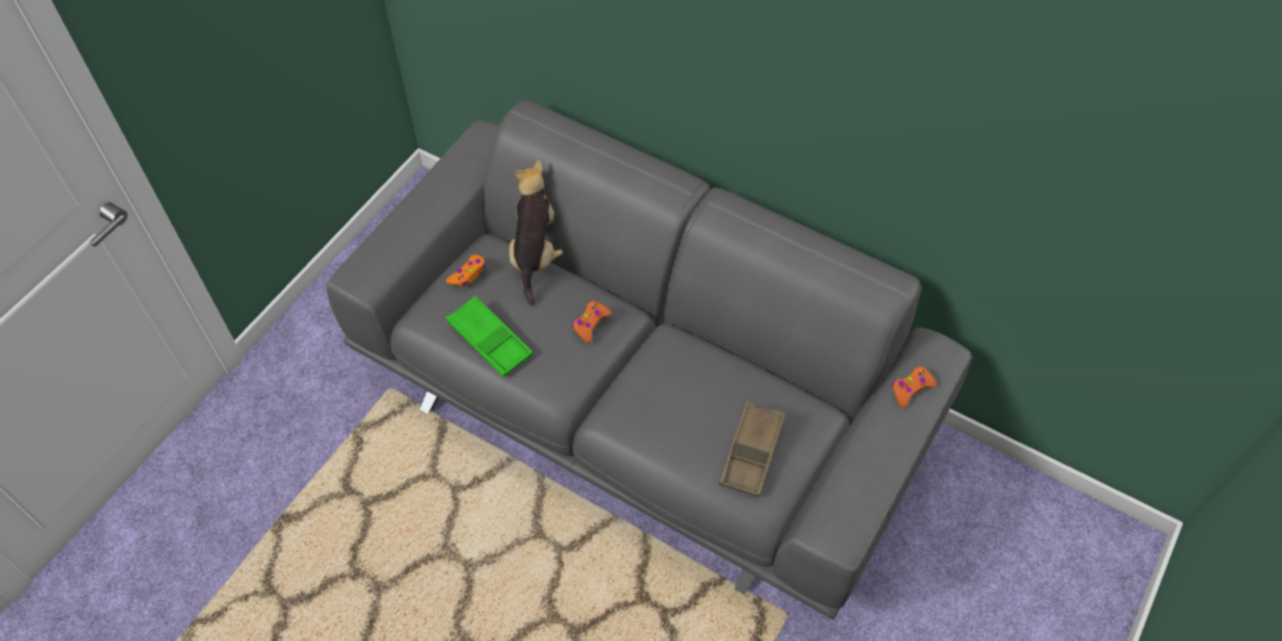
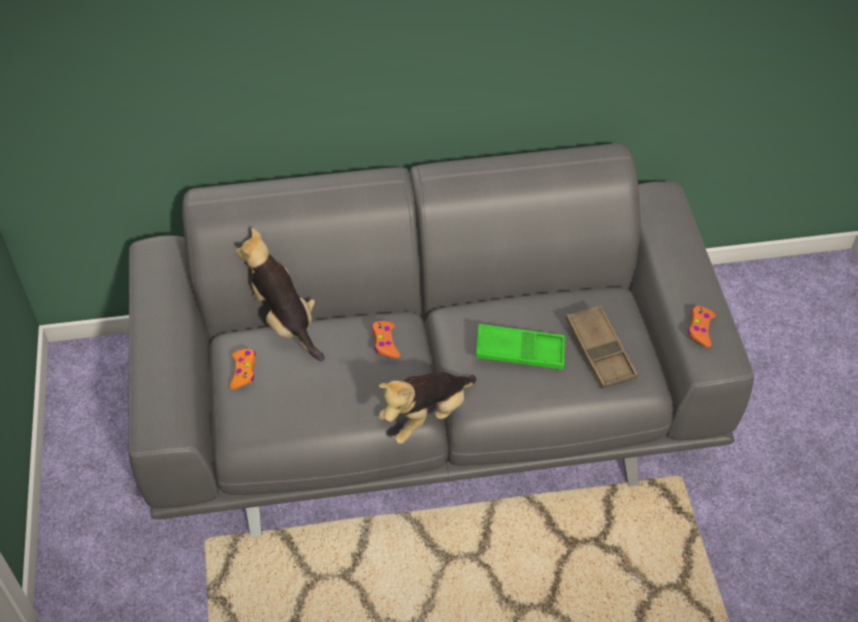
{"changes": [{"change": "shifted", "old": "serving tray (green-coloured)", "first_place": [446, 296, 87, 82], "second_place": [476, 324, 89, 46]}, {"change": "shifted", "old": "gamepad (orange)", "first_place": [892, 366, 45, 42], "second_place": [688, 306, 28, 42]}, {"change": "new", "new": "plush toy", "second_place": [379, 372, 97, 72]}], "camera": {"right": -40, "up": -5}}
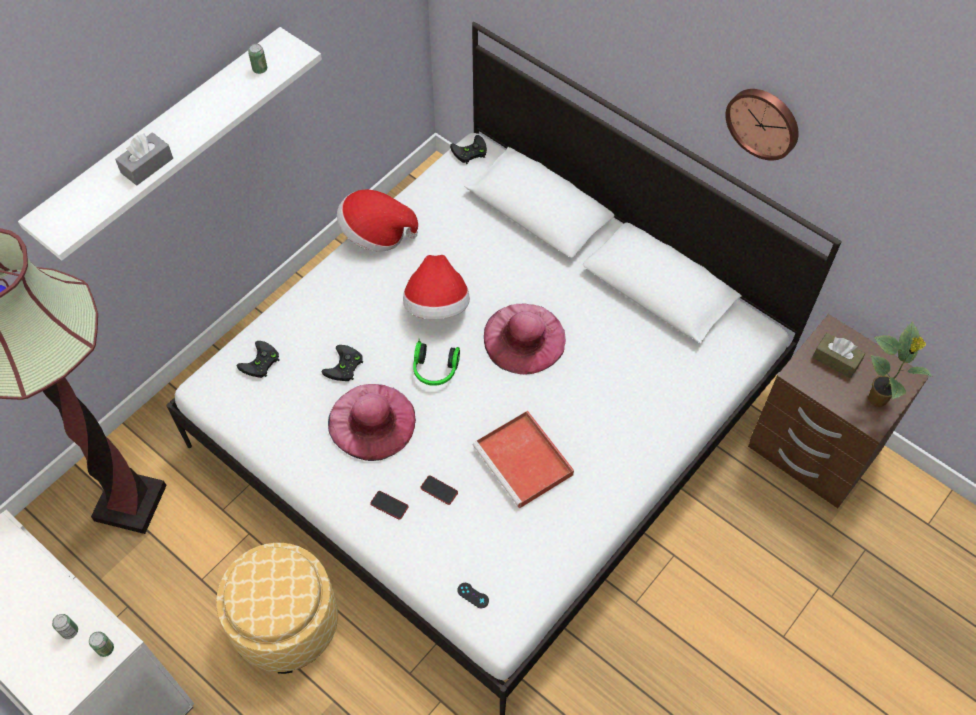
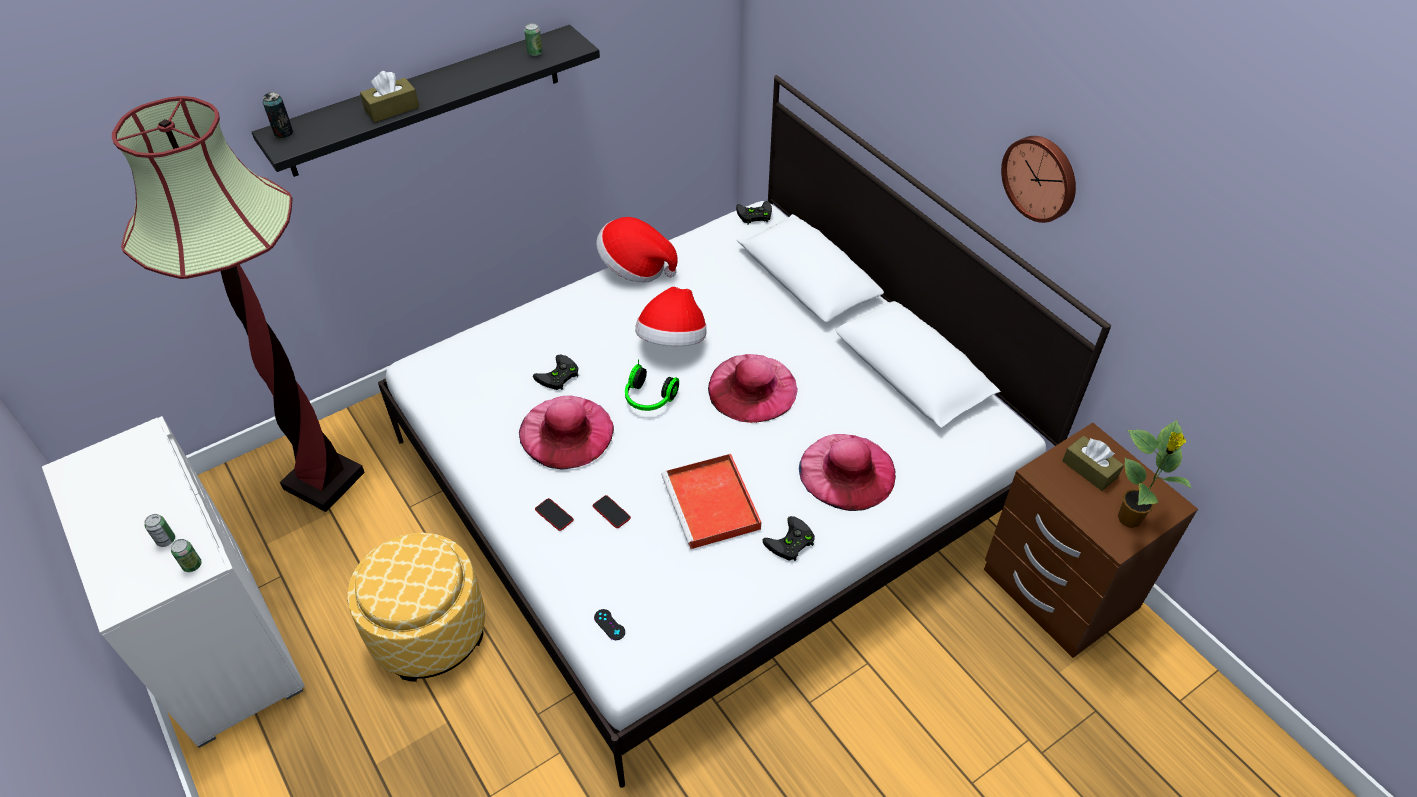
{"changes": [{"change": "repainted", "old": "bracket shelf (white-coloured)", "new": "bracket shelf (blackish)", "first_place": [18, 27, 304, 234], "second_place": [252, 25, 348, 152]}, {"change": "repainted", "old": "tissue holder (grey)", "new": "tissue holder (brown)", "first_place": [115, 133, 58, 53], "second_place": [360, 71, 59, 51]}, {"change": "shifted", "old": "gamepad (blackish)", "first_place": [237, 341, 43, 37], "second_place": [762, 516, 53, 45]}, {"change": "new", "new": "sealed can", "second_place": [263, 92, 30, 46]}, {"change": "new", "new": "hat (pink)", "second_place": [799, 434, 97, 77]}], "camera": {"right": 15, "up": -10}}
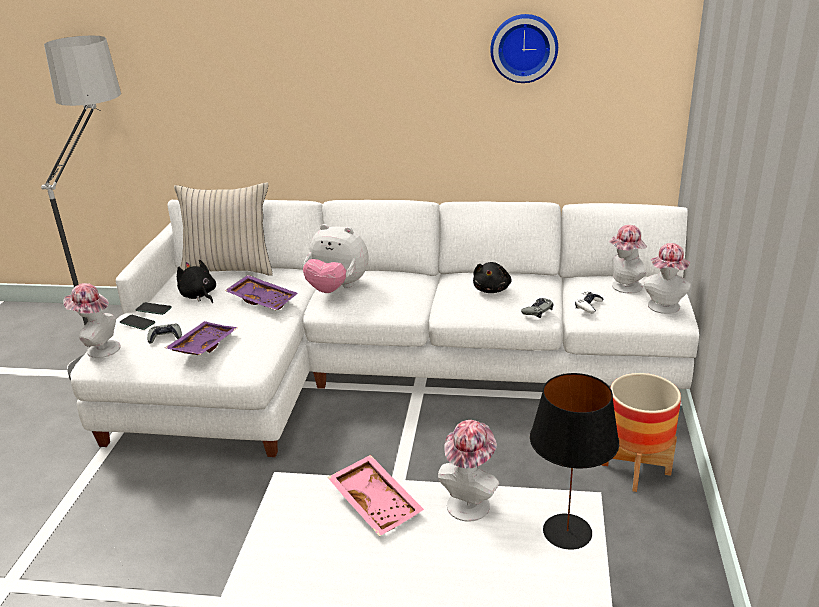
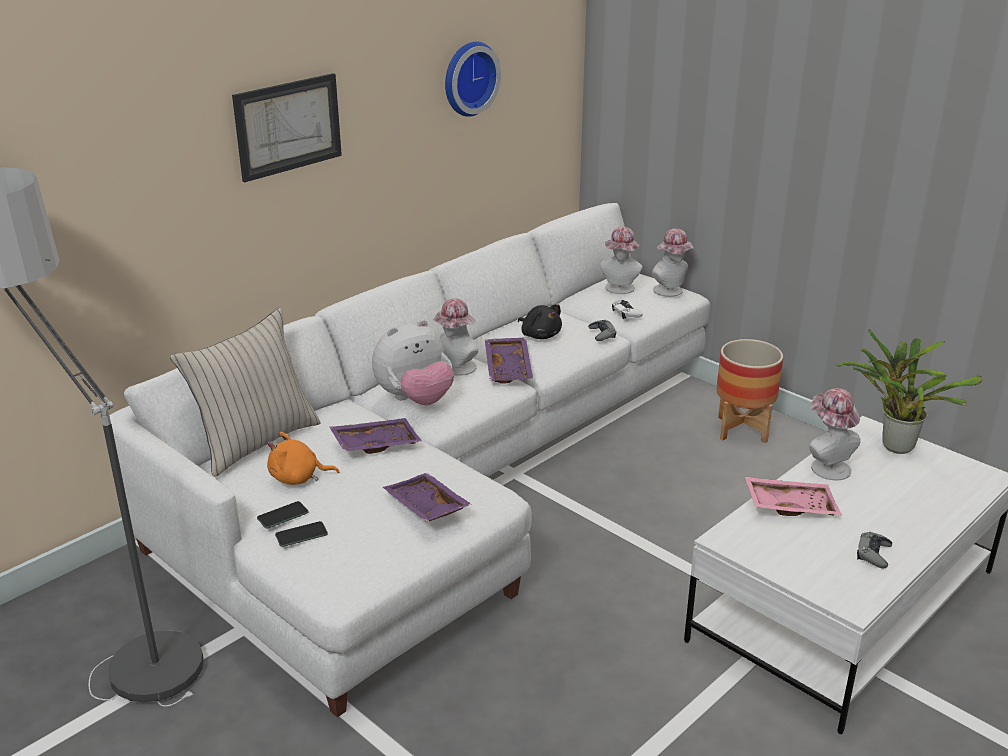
{"changes": [{"change": "shifted", "old": "hat", "first_place": [63, 283, 58, 75], "second_place": [433, 298, 45, 78]}, {"change": "shifted", "old": "gamepad (grey)", "first_place": [147, 324, 35, 20], "second_place": [857, 532, 35, 37]}, {"change": "repainted", "old": "plush toy (blackish)", "new": "plush toy (orange)", "first_place": [177, 260, 39, 43], "second_place": [267, 432, 72, 53]}, {"change": "swapped", "old": "tabletop lamp (blackish)", "new": "houseplant", "first_place": [530, 373, 89, 176], "second_place": [835, 329, 148, 125]}, {"change": "new", "new": "picture", "second_place": [232, 73, 110, 109]}, {"change": "new", "new": "serving tray (purple-coloured)", "second_place": [485, 337, 48, 47]}], "camera": {"right": -55, "up": 0}}
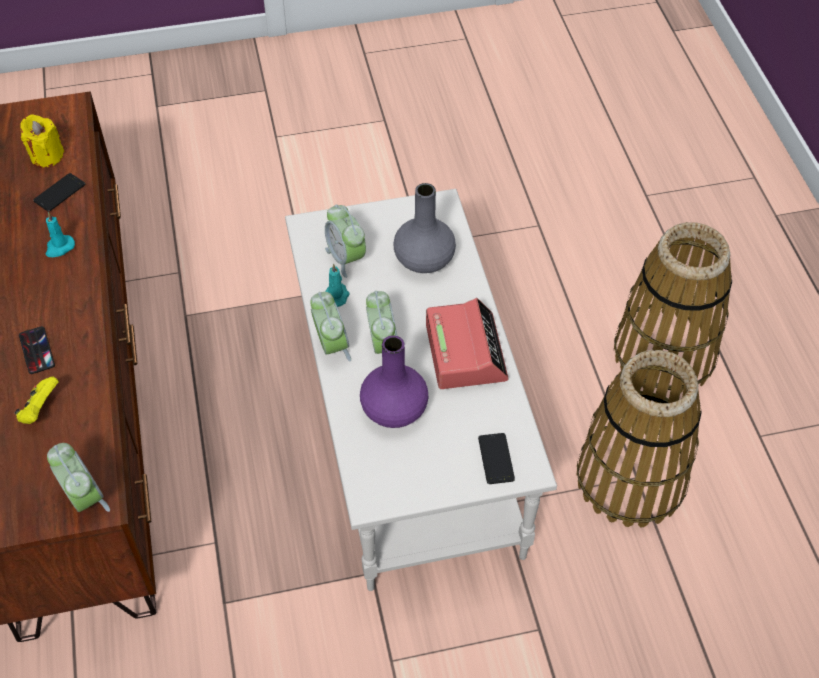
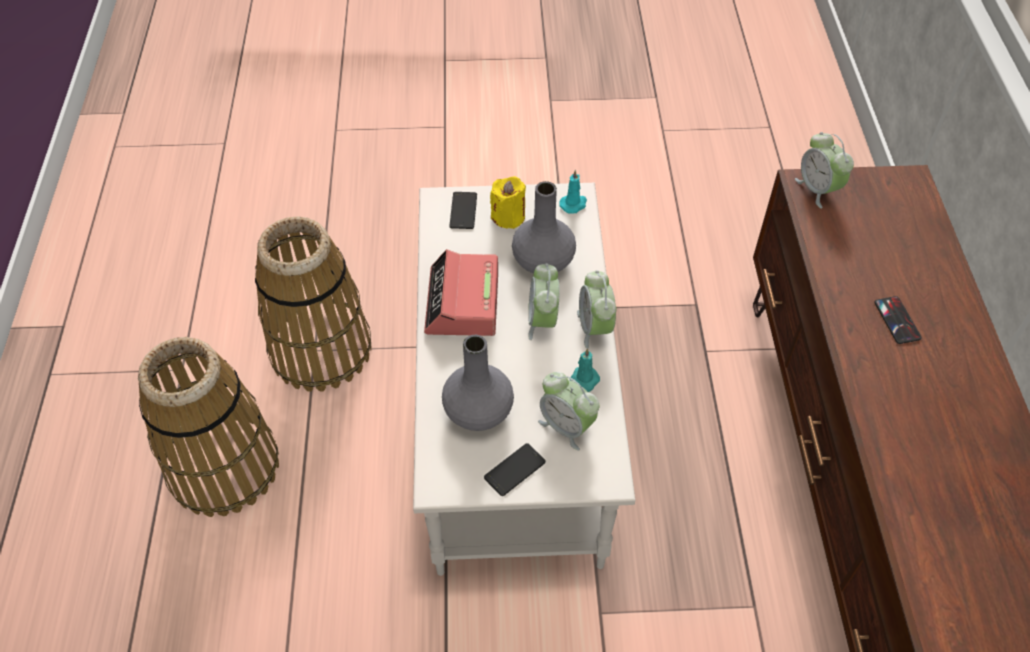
{"changes": [{"change": "gone", "old": "gamepad (yellowish)", "first_place": [15, 376, 44, 48]}, {"change": "shifted", "old": "wax light (yellowish)", "first_place": [20, 114, 44, 54], "second_place": [490, 176, 36, 53]}, {"change": "shifted", "old": "handset", "first_place": [33, 173, 53, 39], "second_place": [484, 443, 62, 53]}, {"change": "shifted", "old": "wax light (turquoise-coloured)", "first_place": [46, 212, 29, 45], "second_place": [559, 170, 28, 44]}, {"change": "rotated", "old": "table clock", "first_place": [325, 204, 41, 74], "second_place": [538, 372, 61, 79], "degrees": 150}, {"change": "repainted", "old": "vase (purple-coloured)", "new": "vase (grey)", "first_place": [360, 335, 68, 93], "second_place": [512, 181, 64, 92]}], "camera": {"right": -170, "up": 0}}
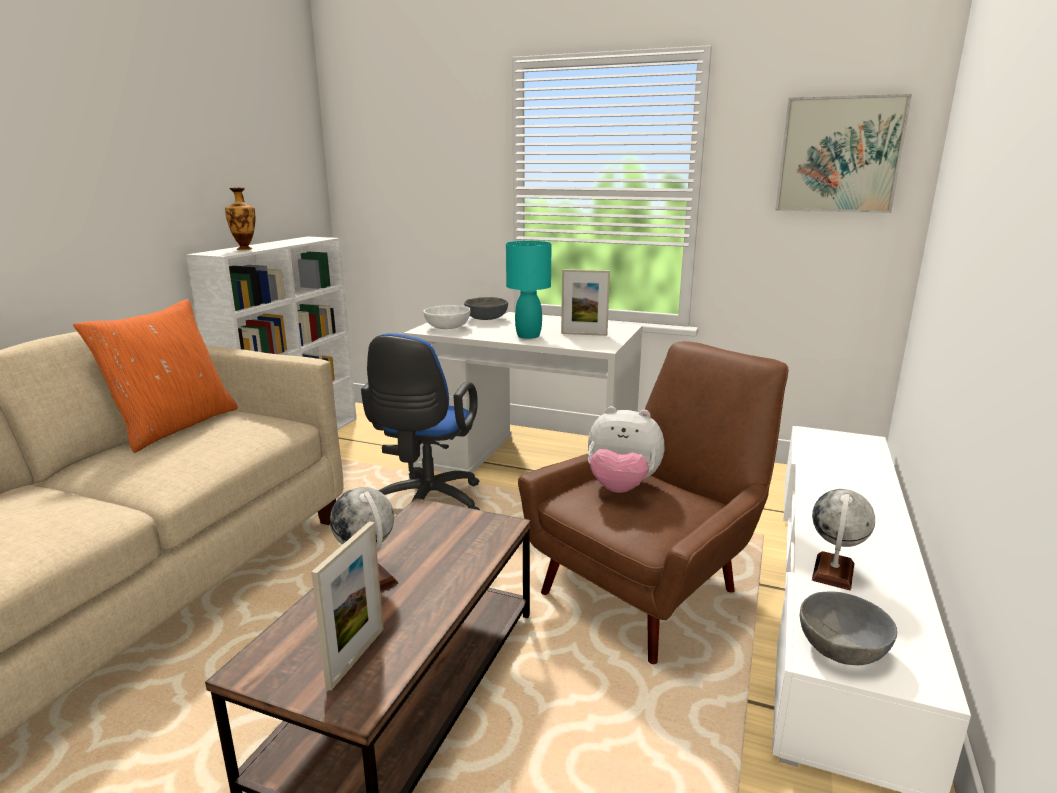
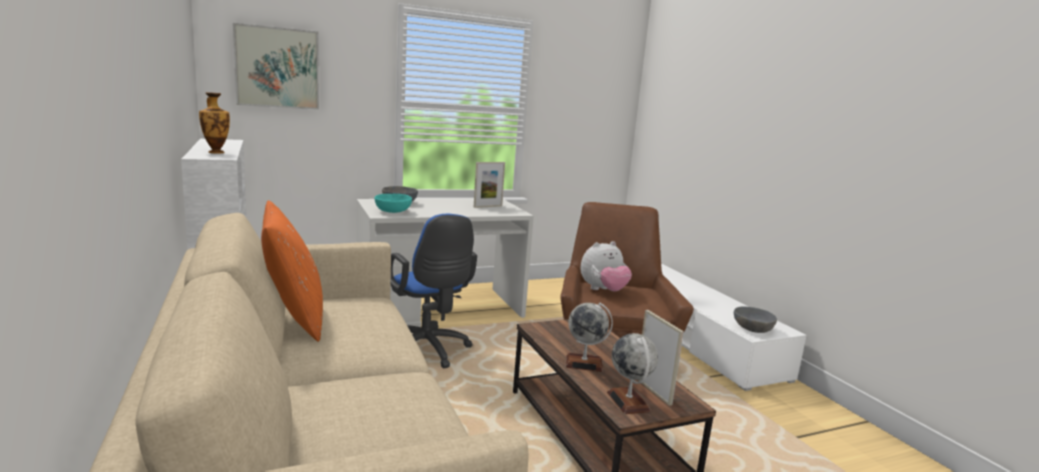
{"changes": [{"change": "repainted", "old": "bowl (white-coloured)", "new": "bowl (turquoise-coloured)", "first_place": [423, 305, 47, 24], "second_place": [374, 194, 38, 19]}, {"change": "gone", "old": "tabletop lamp (turquoise-coloured)", "first_place": [506, 241, 46, 98]}, {"change": "shifted", "old": "picture", "first_place": [776, 94, 136, 119], "second_place": [233, 23, 86, 87]}, {"change": "shifted", "old": "desk globe", "first_place": [812, 489, 63, 101], "second_place": [607, 333, 51, 81]}], "camera": {"right": -45, "up": -5}}
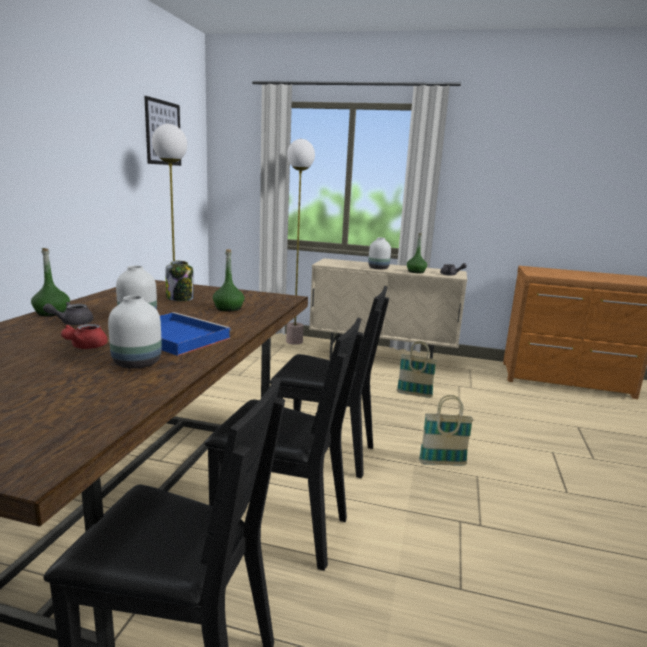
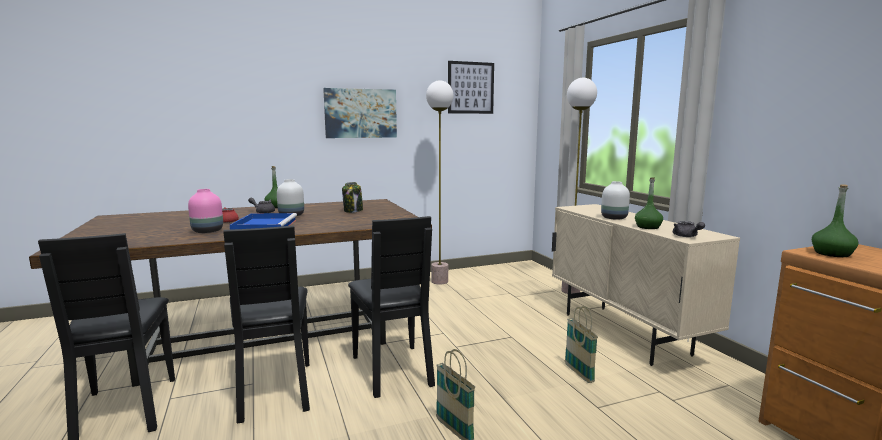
{"changes": [{"change": "repainted", "old": "vase (white-coloured)", "new": "vase (pink)", "first_place": [108, 295, 54, 74], "second_place": [188, 189, 35, 44]}, {"change": "shifted", "old": "bottle (green-coloured)", "first_place": [213, 249, 31, 63], "second_place": [812, 184, 47, 73]}, {"change": "new", "new": "picture", "second_place": [323, 88, 74, 50]}], "camera": {"right": 55, "up": -5}}
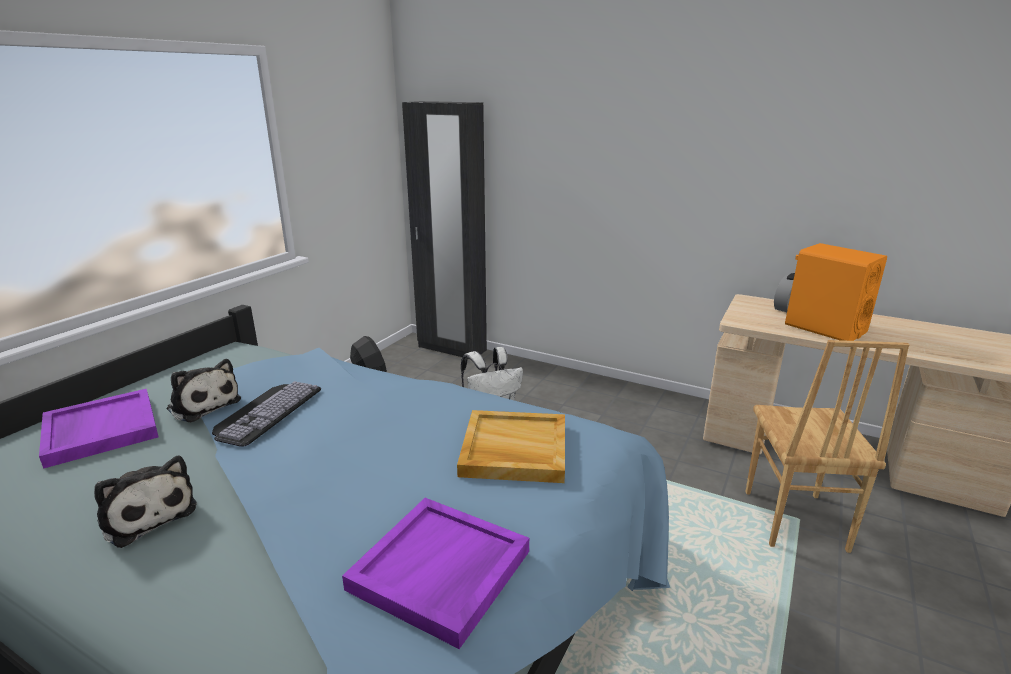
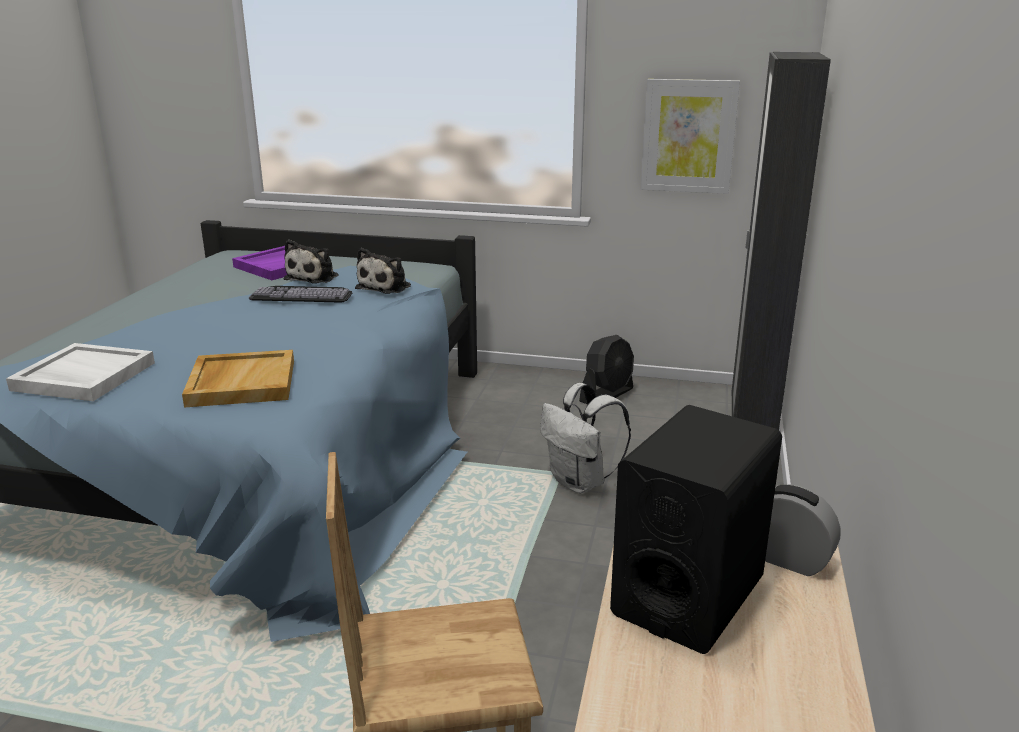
{"changes": [{"change": "shifted", "old": "plush toy", "first_place": [94, 455, 103, 93], "second_place": [355, 248, 56, 46]}, {"change": "repainted", "old": "serving tray (purple-coloured)", "new": "serving tray (white-coloured)", "first_place": [342, 498, 187, 151], "second_place": [6, 343, 149, 58]}, {"change": "repainted", "old": "loudspeaker (orange)", "new": "loudspeaker (blackish)", "first_place": [785, 243, 102, 98], "second_place": [610, 405, 172, 249]}, {"change": "new", "new": "picture", "second_place": [640, 79, 100, 115]}], "camera": {"right": 75, "up": 0}}
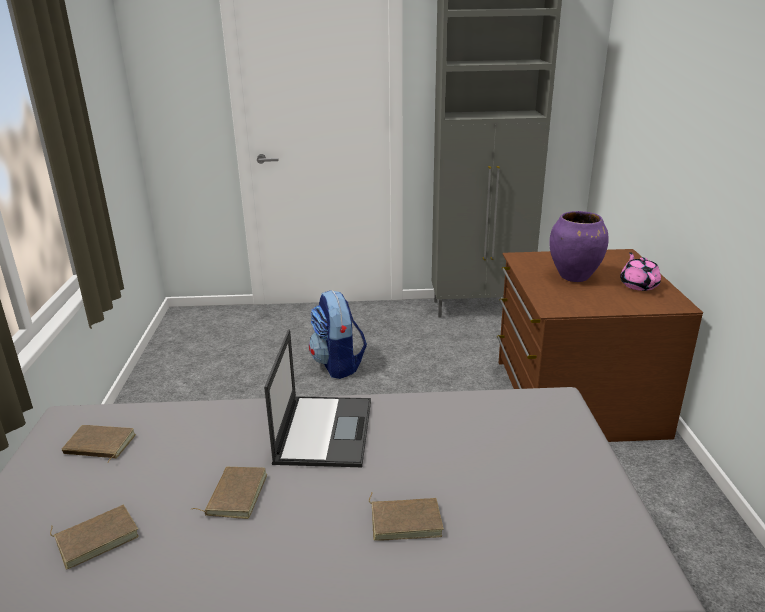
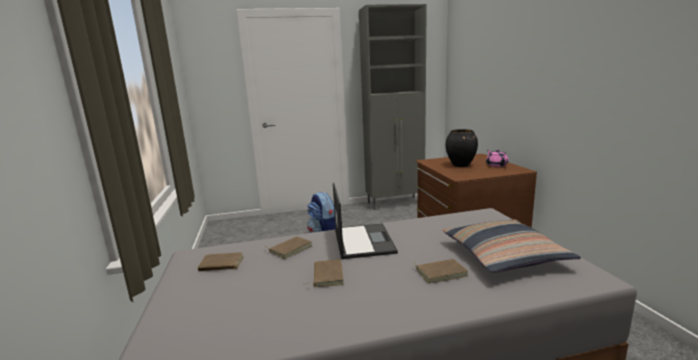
{"changes": [{"change": "shifted", "old": "volume (brown)", "first_place": [50, 504, 89, 65], "second_place": [265, 236, 47, 23]}, {"change": "repainted", "old": "vase (purple-coloured)", "new": "vase (blackish)", "first_place": [549, 211, 60, 71], "second_place": [446, 129, 32, 38]}, {"change": "new", "new": "cushion", "second_place": [443, 219, 138, 54]}], "camera": {"right": -10, "up": -10}}
